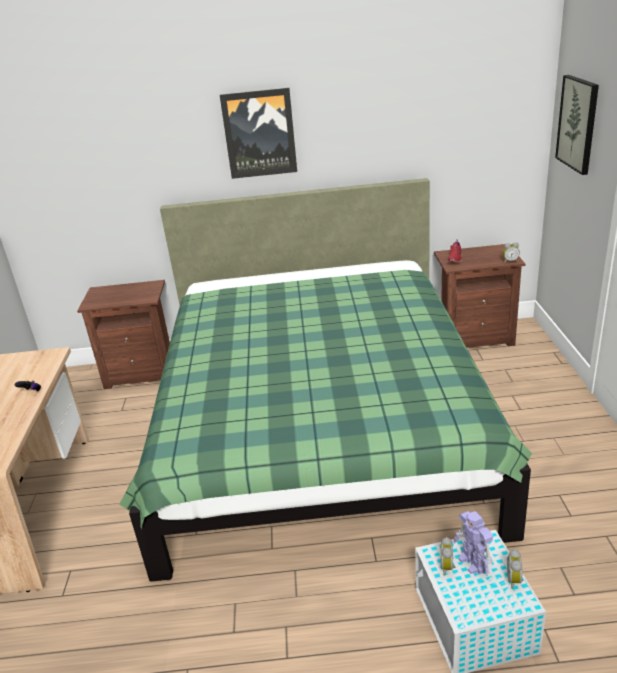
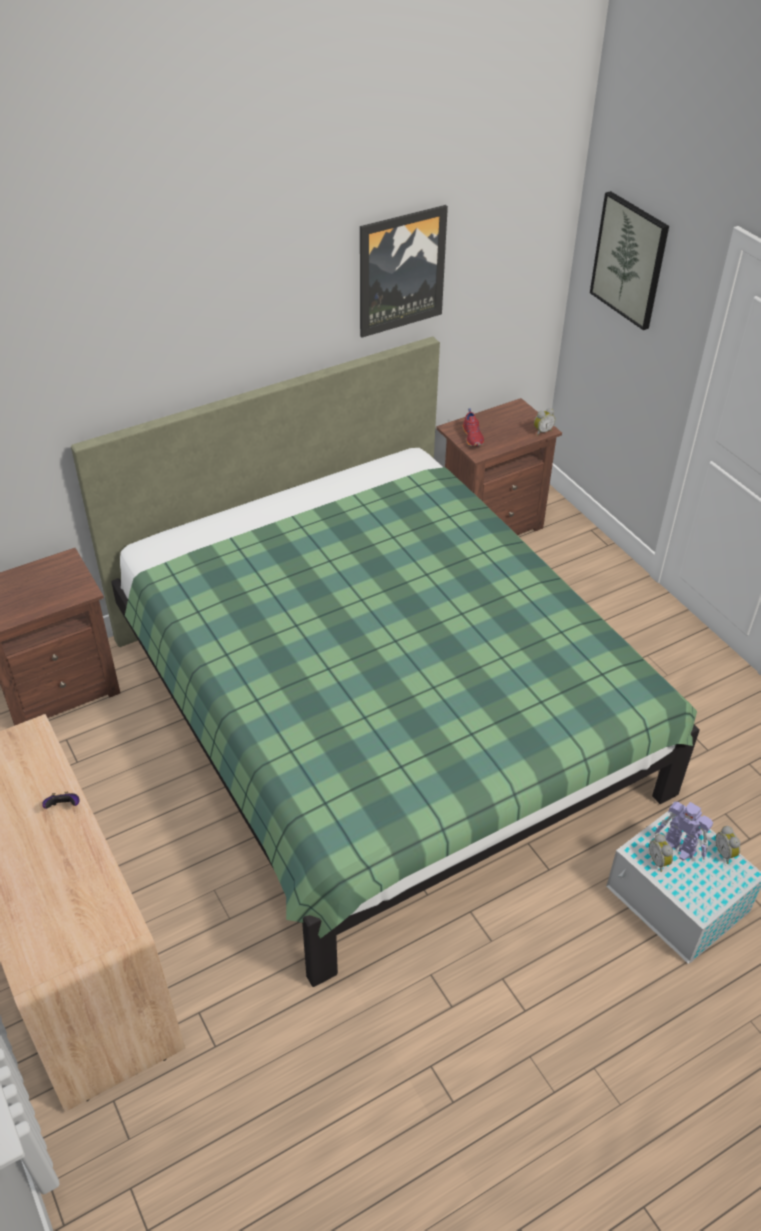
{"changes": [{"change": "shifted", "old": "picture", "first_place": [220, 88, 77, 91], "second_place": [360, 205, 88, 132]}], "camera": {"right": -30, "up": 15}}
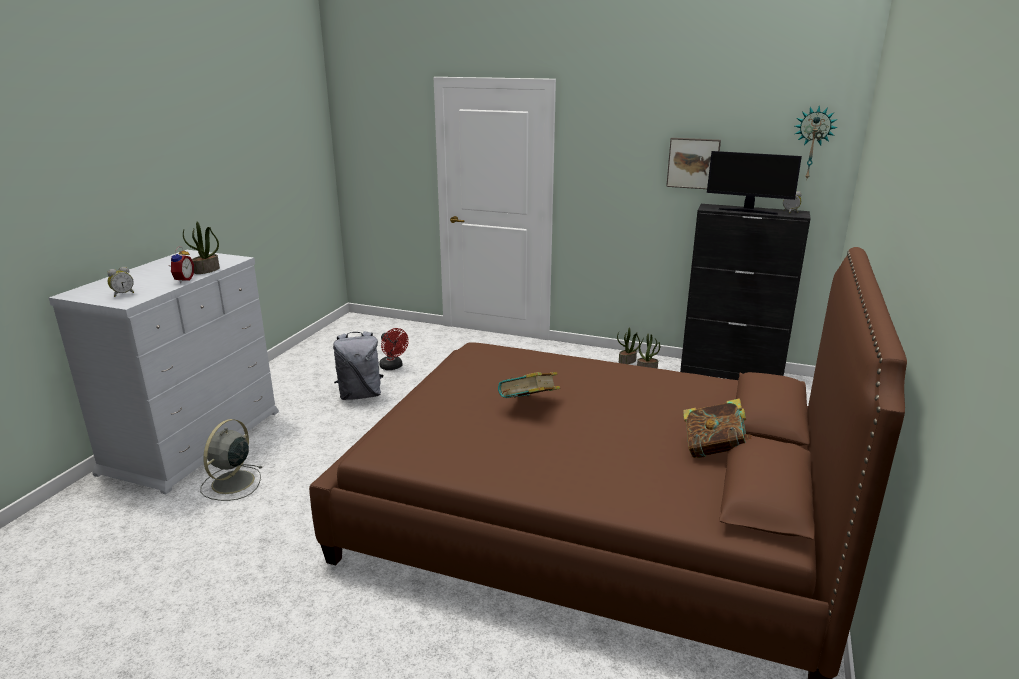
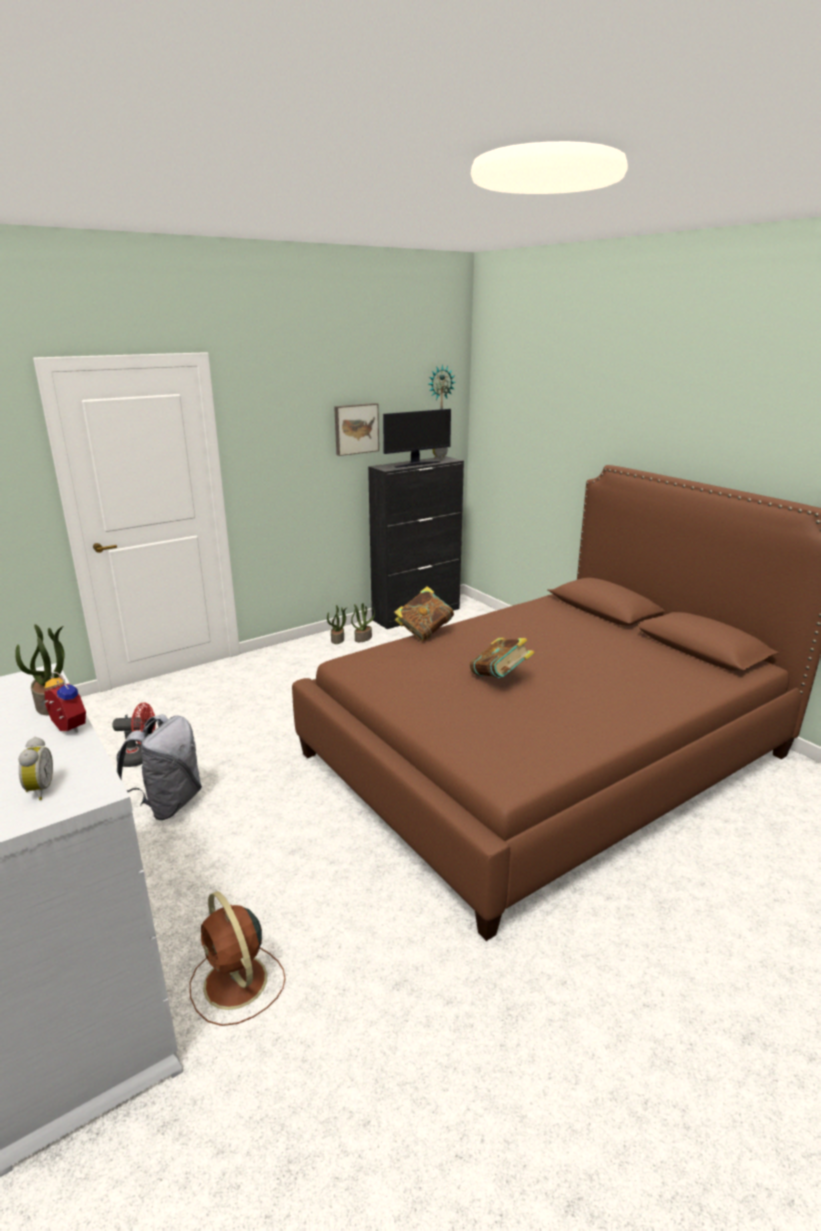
{"changes": [{"change": "repainted", "old": "electric fan (grey)", "new": "electric fan (brown)", "first_place": [200, 419, 62, 82], "second_place": [190, 891, 95, 135]}, {"change": "shifted", "old": "volume", "first_place": [683, 398, 70, 60], "second_place": [394, 586, 60, 56]}], "camera": {"right": -55, "up": 0}}
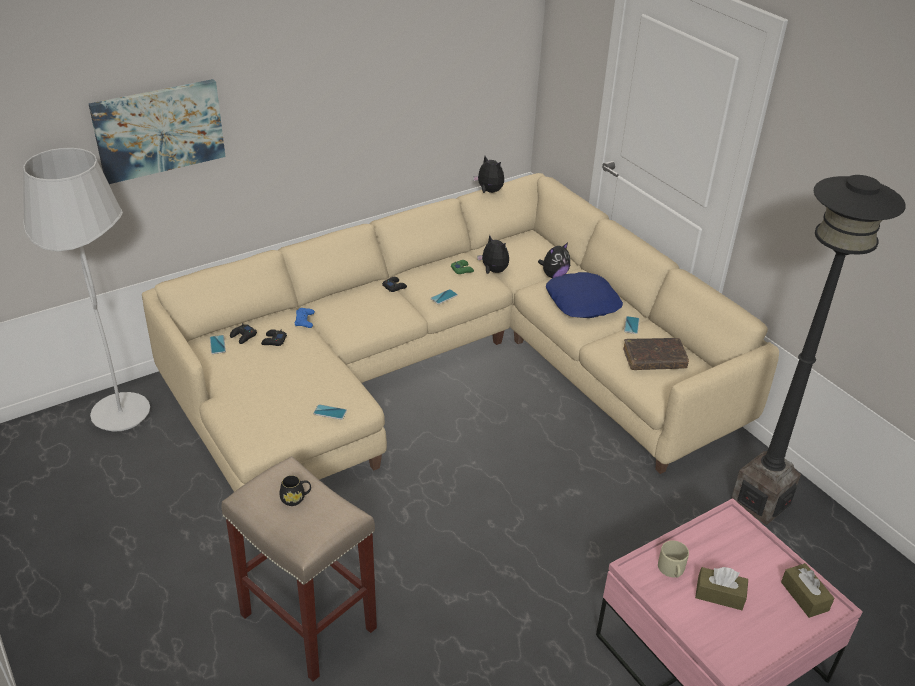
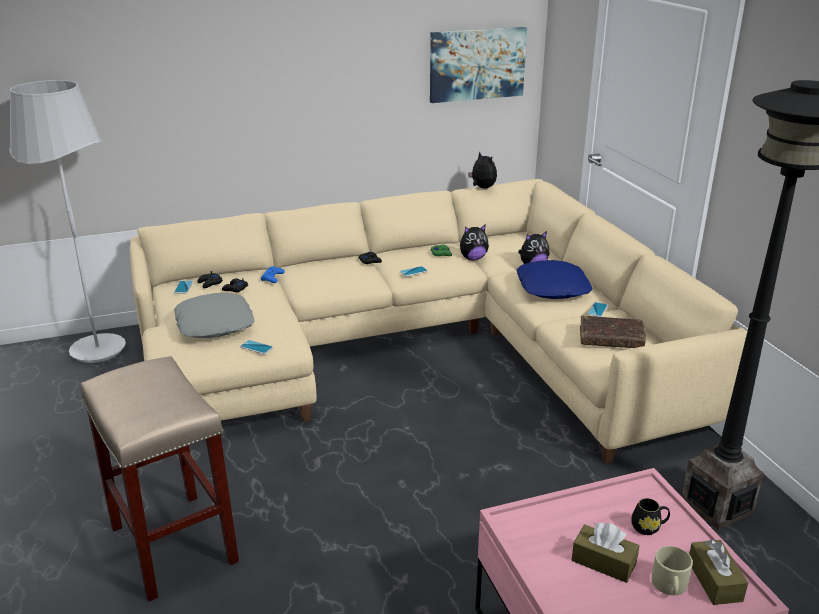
{"changes": [{"change": "shifted", "old": "picture", "first_place": [89, 79, 137, 105], "second_place": [430, 27, 97, 76]}, {"change": "shifted", "old": "tea mug (blackish)", "first_place": [280, 475, 31, 31], "second_place": [631, 498, 39, 37]}, {"change": "rotated", "old": "plush toy", "first_place": [477, 235, 32, 39], "second_place": [460, 224, 29, 37], "degrees": 105}, {"change": "shifted", "old": "tea mug (beige)", "first_place": [658, 540, 31, 38], "second_place": [652, 546, 41, 49]}, {"change": "new", "new": "cushion (grey)", "second_place": [174, 293, 81, 45]}], "camera": {"right": 15, "up": -10}}
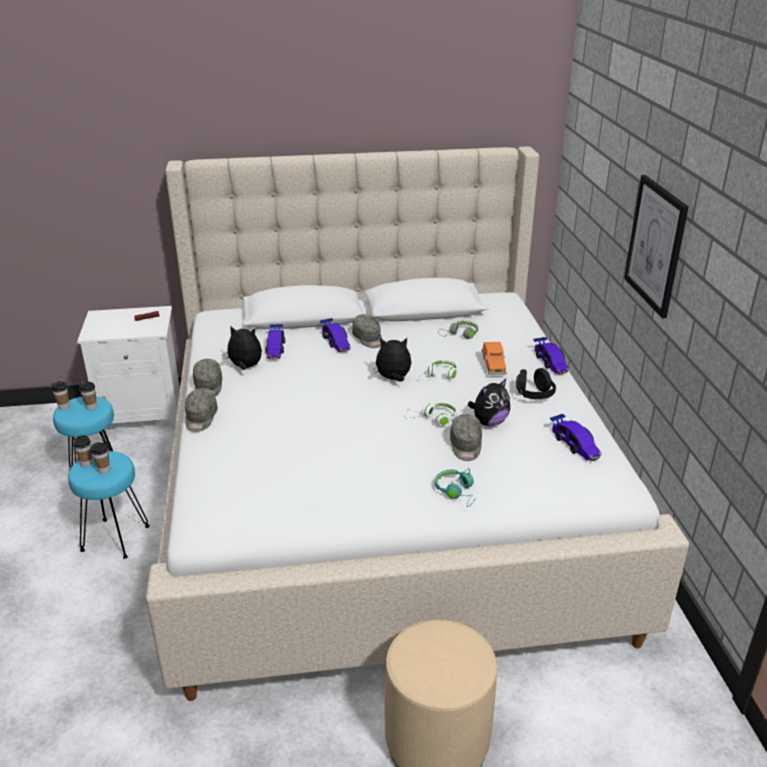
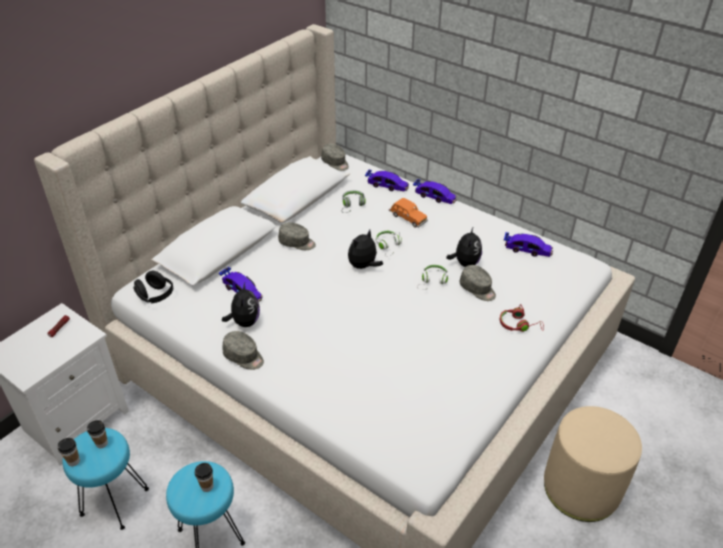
{"changes": [{"change": "gone", "old": "small cup", "first_place": [73, 435, 20, 32]}, {"change": "shifted", "old": "baseball cap (grey)", "first_place": [185, 388, 33, 44], "second_place": [321, 143, 28, 28]}, {"change": "rotated", "old": "plush toy", "first_place": [222, 325, 40, 45], "second_place": [222, 283, 38, 44], "degrees": 120}, {"change": "shifted", "old": "model car", "first_place": [320, 318, 31, 34], "second_place": [365, 170, 44, 21]}, {"change": "repainted", "old": "headphones (turquoise-coloured)", "new": "headphones (red)", "first_place": [435, 468, 41, 39], "second_place": [500, 304, 44, 28]}, {"change": "shifted", "old": "headphones (blackish)", "first_place": [516, 368, 40, 31], "second_place": [133, 271, 40, 32]}, {"change": "gone", "old": "picture", "first_place": [624, 175, 64, 144]}], "camera": {"right": -45, "up": 10}}
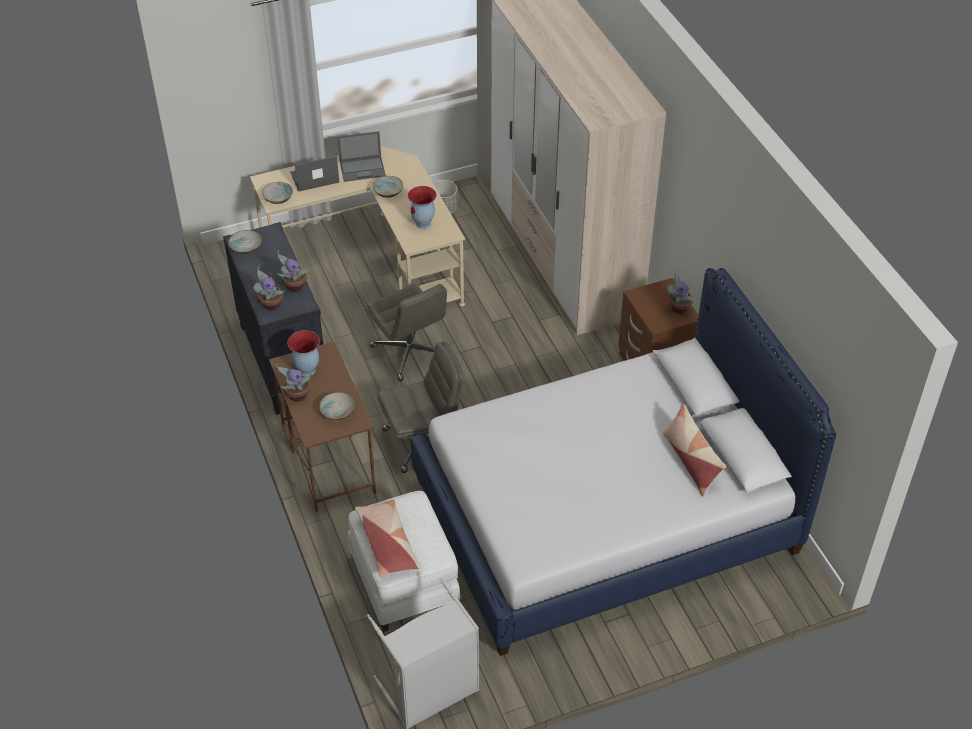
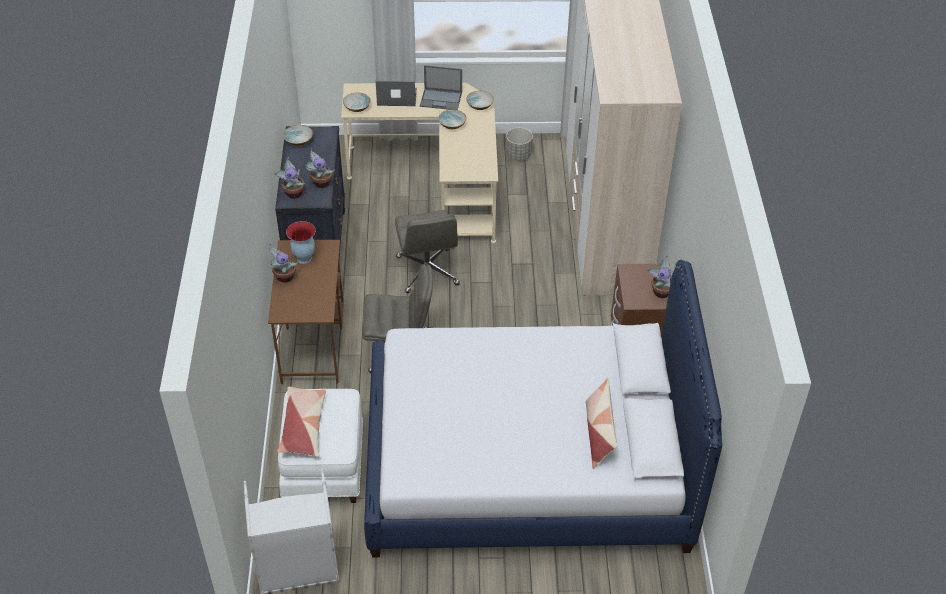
{"changes": [{"change": "shifted", "old": "bowl", "first_place": [319, 392, 36, 28], "second_place": [466, 91, 28, 19]}, {"change": "gone", "old": "vase", "first_place": [408, 186, 29, 43]}], "camera": {"right": 20, "up": 0}}
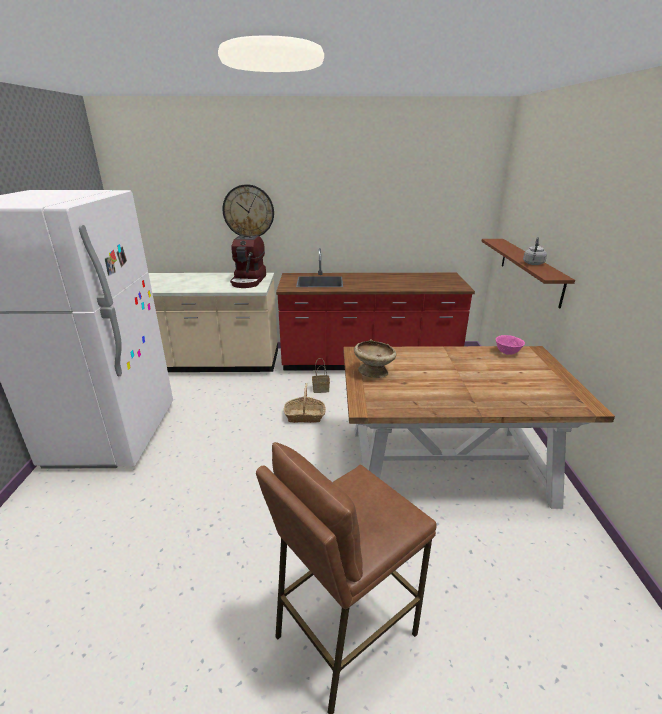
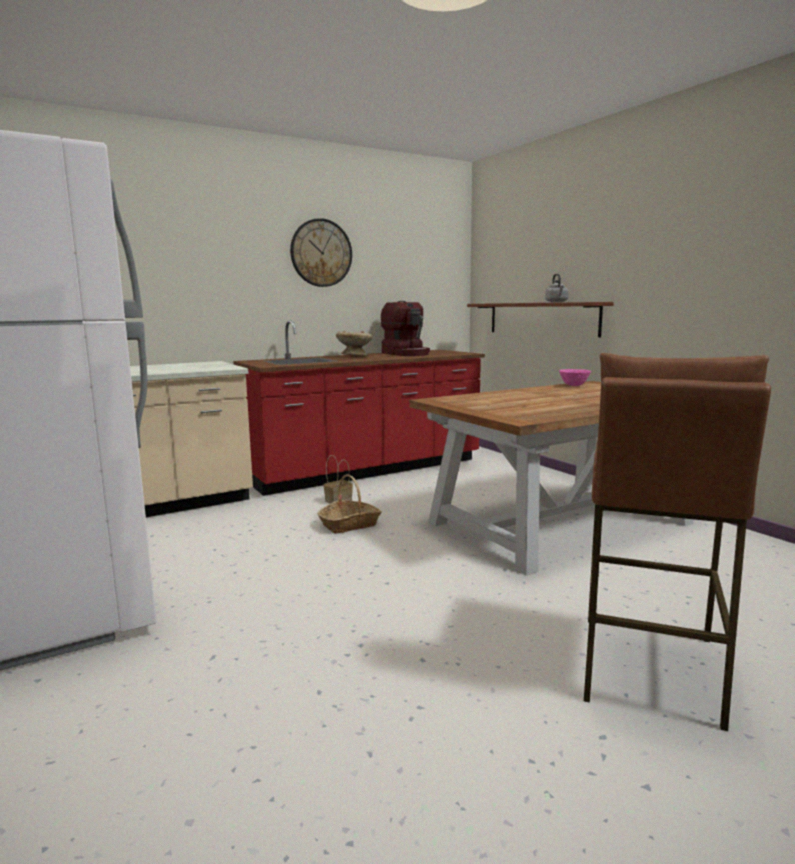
{"changes": [{"change": "shifted", "old": "wall clock", "first_place": [223, 184, 51, 52], "second_place": [290, 218, 62, 69]}, {"change": "shifted", "old": "coffee machine", "first_place": [230, 235, 36, 53], "second_place": [381, 301, 49, 55]}, {"change": "shifted", "old": "bowl (beige)", "first_place": [354, 339, 42, 39], "second_place": [336, 331, 36, 25]}], "camera": {"right": -30, "up": -15}}
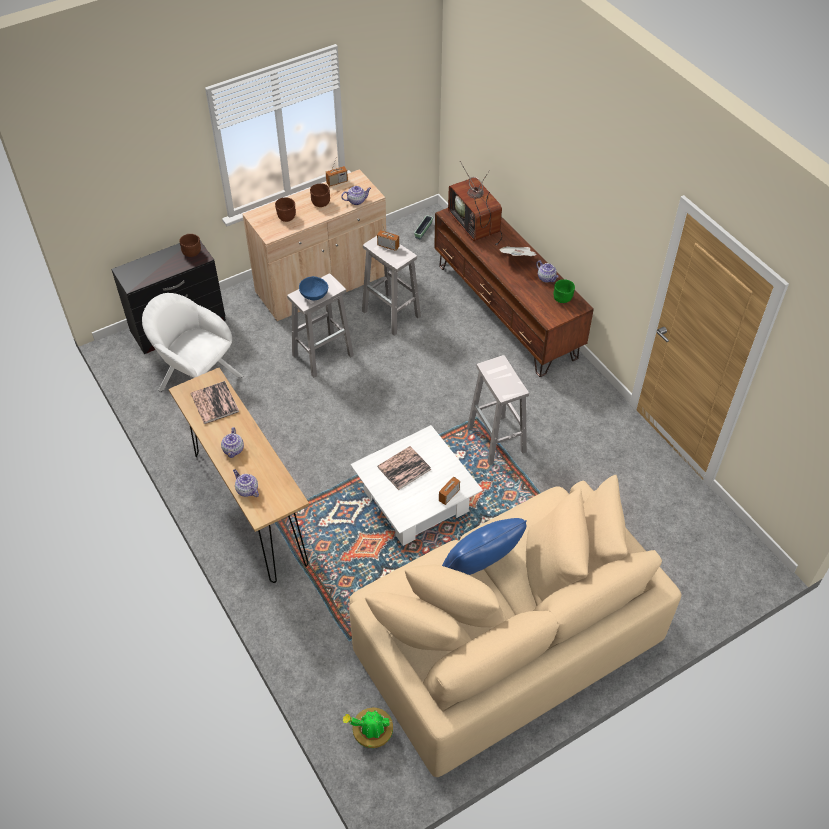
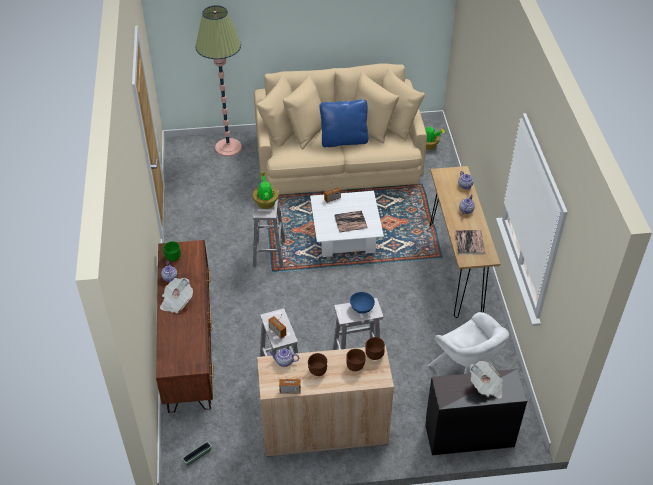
{"changes": [{"change": "shifted", "old": "bowl (brown)", "first_place": [179, 234, 22, 23], "second_place": [365, 337, 20, 23]}, {"change": "gone", "old": "TV set", "first_place": [448, 161, 54, 84]}, {"change": "new", "new": "floor lamp", "second_place": [195, 5, 47, 151]}, {"change": "new", "new": "houseplant", "second_place": [253, 172, 26, 37]}, {"change": "new", "new": "newspaper", "second_place": [470, 361, 33, 38]}], "camera": {"right": -155, "up": -5}}
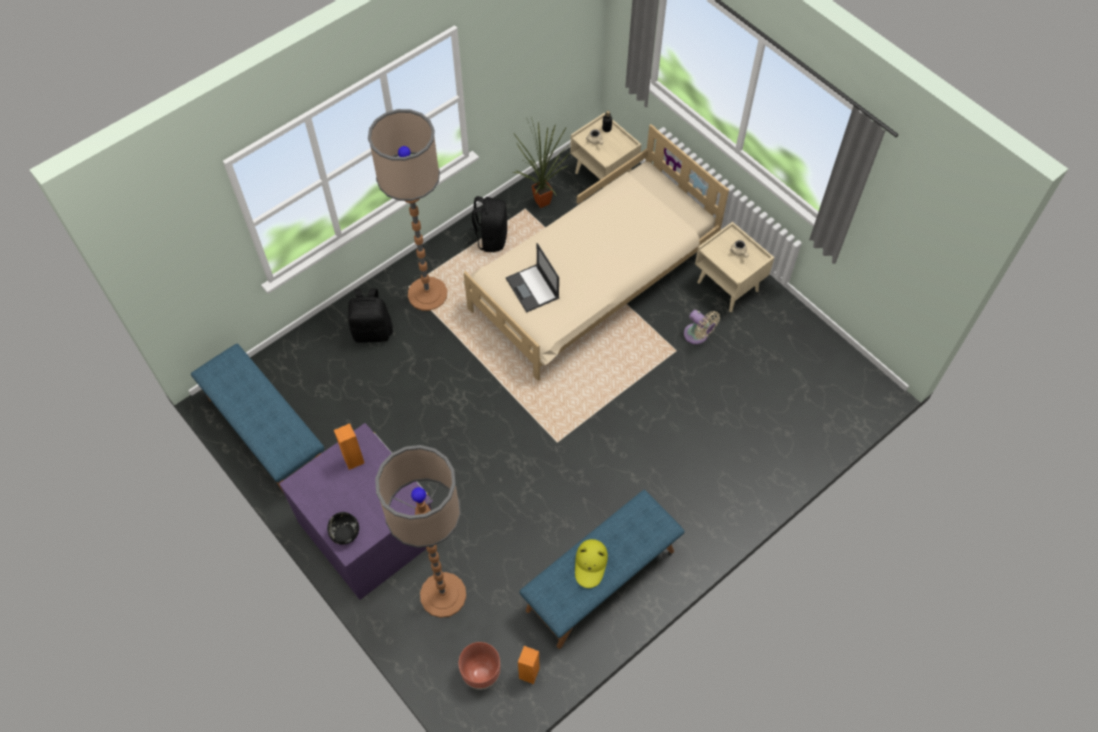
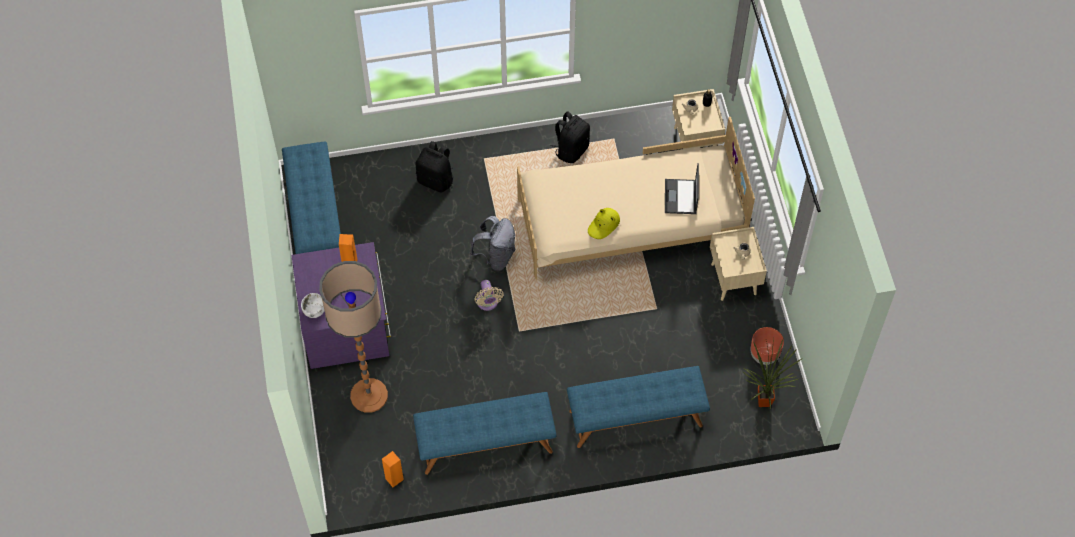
{"changes": [{"change": "repainted", "old": "bowl (blackish)", "new": "bowl (white-coloured)", "first_place": [327, 512, 32, 33], "second_place": [301, 293, 23, 25]}, {"change": "gone", "old": "floor lamp", "first_place": [368, 109, 80, 202]}, {"change": "shifted", "old": "plant pot (brown)", "first_place": [459, 642, 42, 48], "second_place": [751, 327, 33, 38]}, {"change": "shifted", "old": "laptop", "first_place": [506, 243, 53, 70], "second_place": [665, 163, 34, 51]}, {"change": "shifted", "old": "houseplant", "first_place": [513, 117, 57, 91], "second_place": [742, 337, 61, 73]}, {"change": "shifted", "old": "hat (yellowish)", "first_place": [575, 539, 33, 49], "second_place": [588, 208, 32, 31]}, {"change": "shifted", "old": "electric fan (beige)", "first_place": [684, 310, 36, 34], "second_place": [474, 280, 30, 31]}, {"change": "new", "new": "rucksack (grey)", "second_place": [470, 216, 46, 55]}, {"change": "new", "new": "long seat (bluish)", "second_place": [567, 366, 143, 82]}], "camera": {"right": 30, "up": 0}}
